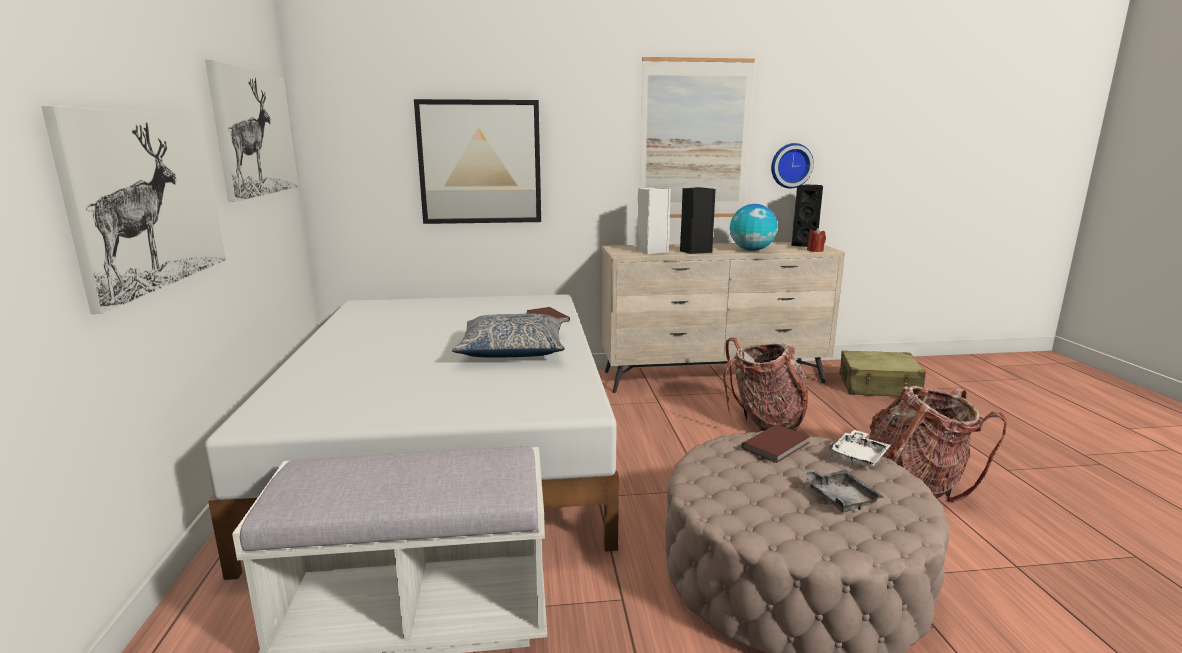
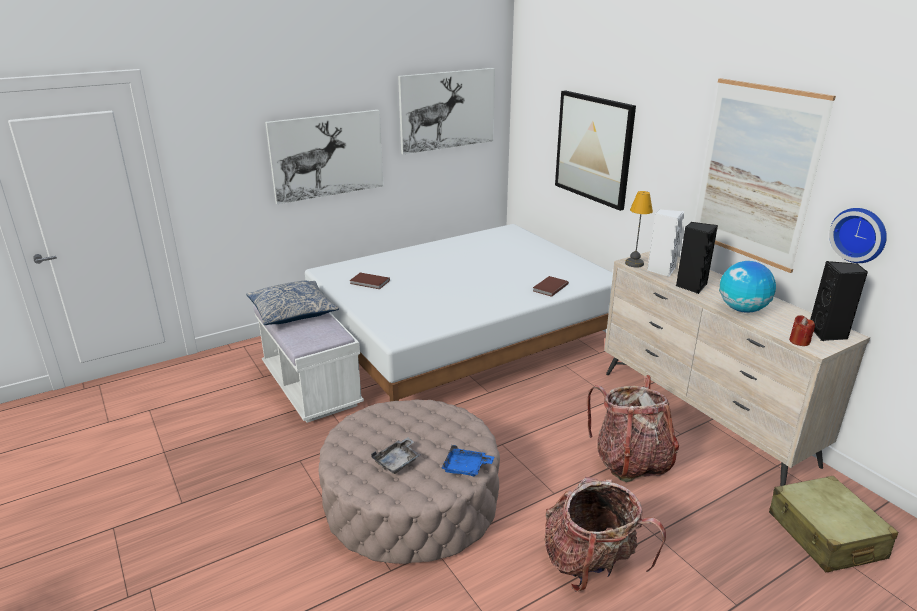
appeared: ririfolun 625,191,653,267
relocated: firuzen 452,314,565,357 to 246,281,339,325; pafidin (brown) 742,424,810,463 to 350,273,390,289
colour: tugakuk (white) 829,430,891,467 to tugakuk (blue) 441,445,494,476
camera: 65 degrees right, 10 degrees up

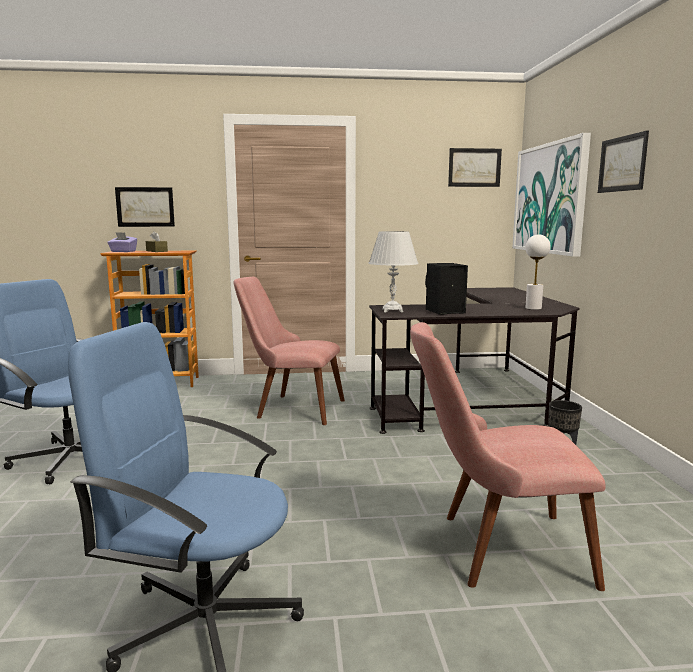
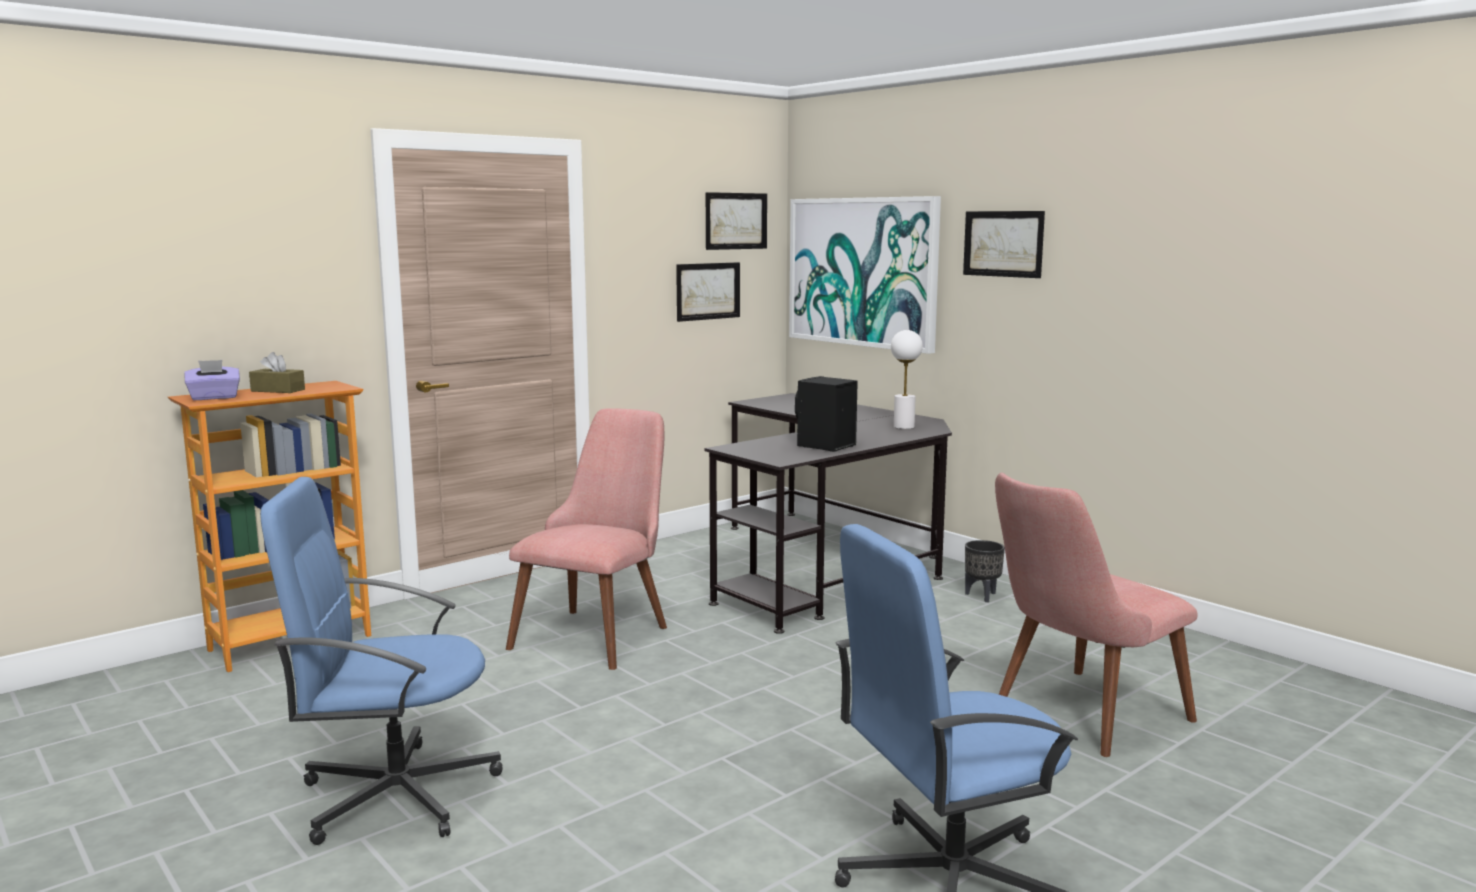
missing: ririfolun (white) 369,231,419,313
relocated: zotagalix 115,187,175,227 to 676,262,740,322
spun: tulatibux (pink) 233,277,345,425 = 506,408,667,670 135 degrees clockwise
camera: 35 degrees left, 0 degrees up

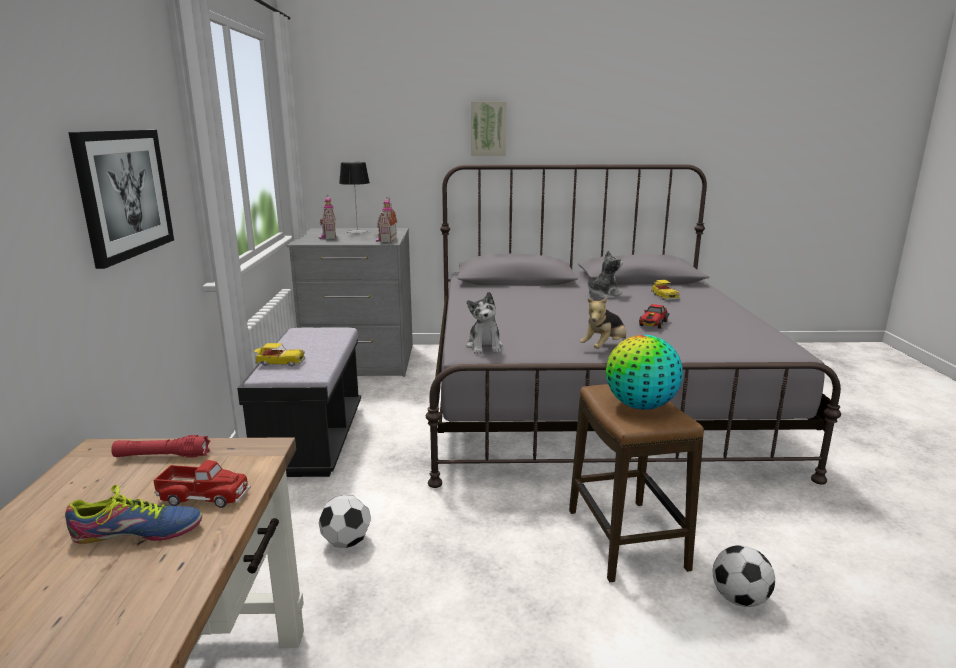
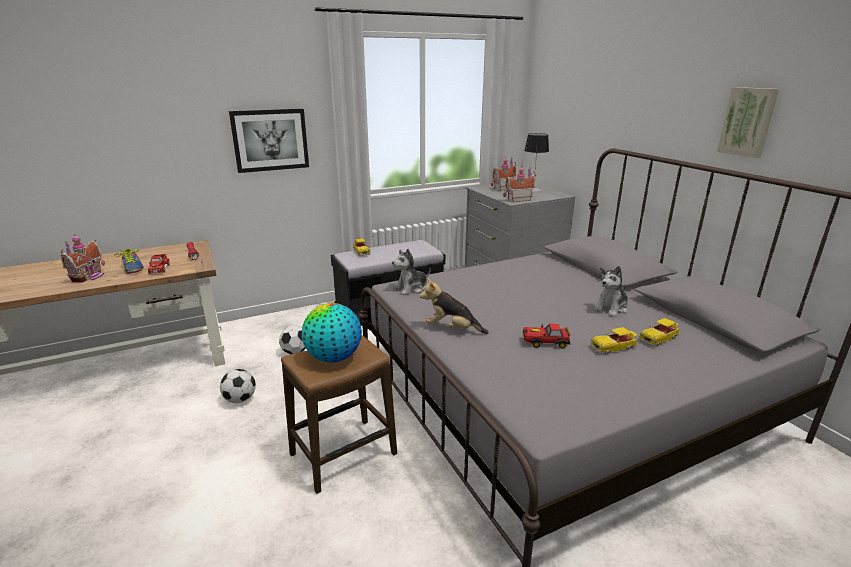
appeared: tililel 61,234,105,283; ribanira 590,327,637,354
relocated: zotagalix 471,101,507,156 to 717,87,779,158; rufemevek 712,545,775,607 to 220,369,256,403
spun: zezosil 588,250,623,299 = 594,266,628,317 105 degrees clockwise
camera: 65 degrees right, 5 degrees up

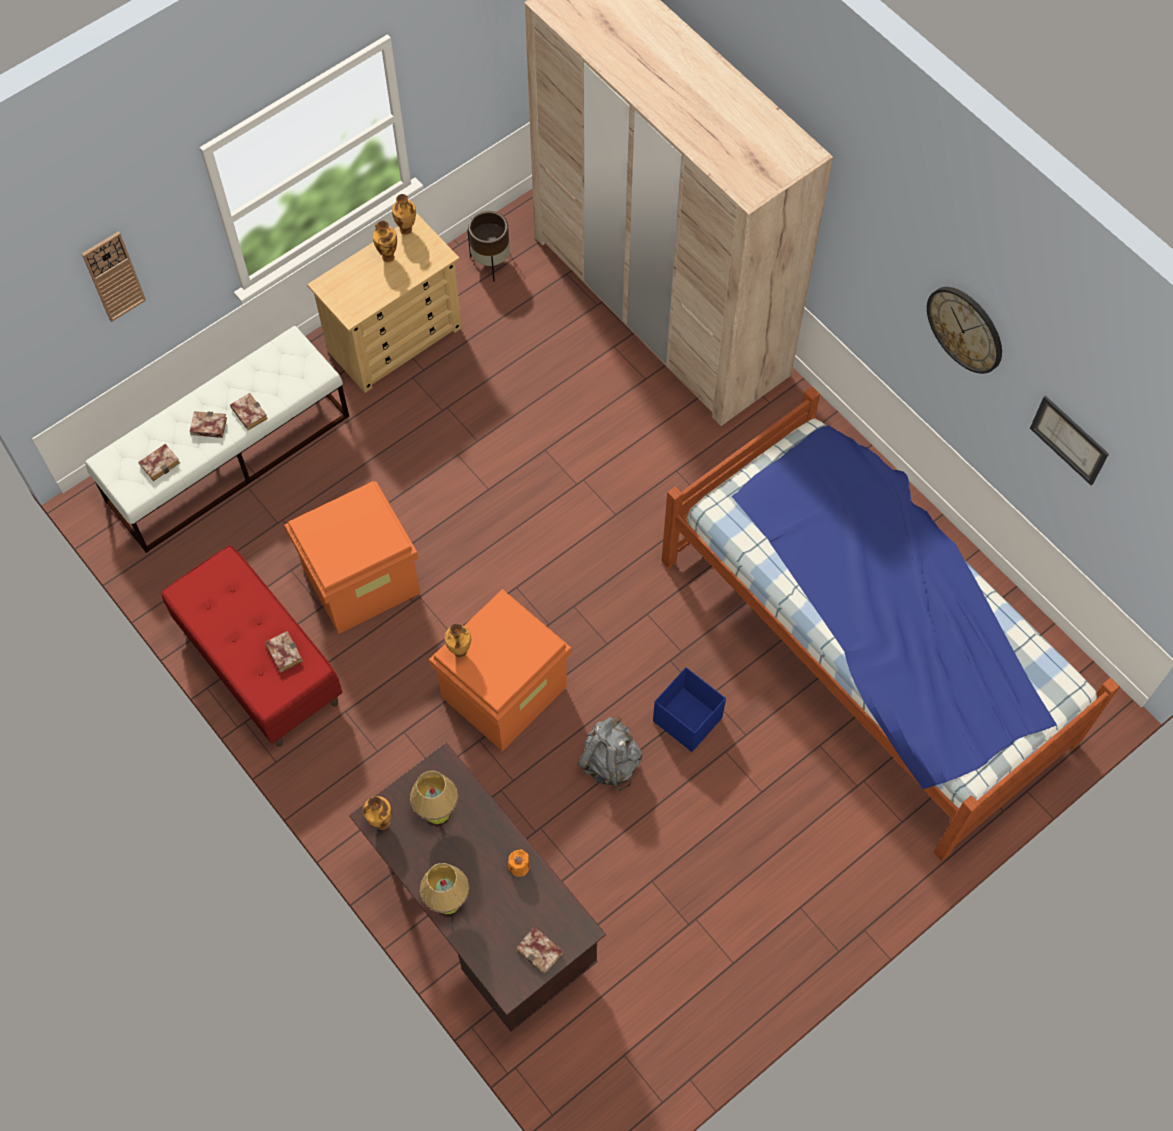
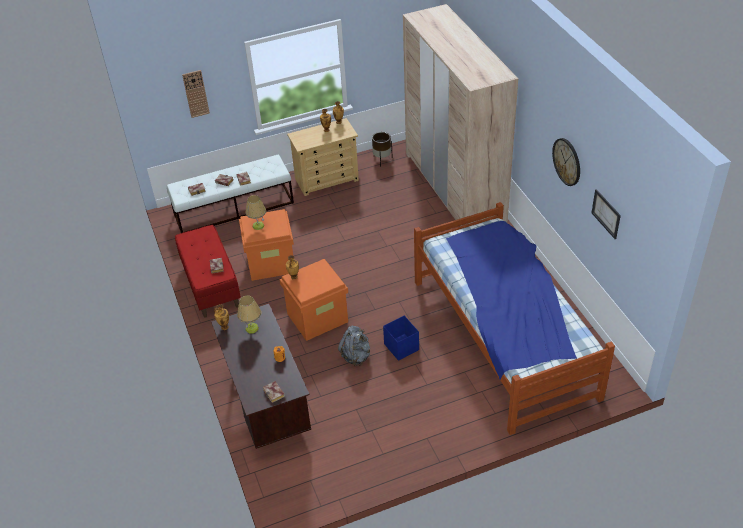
relocated: ririfolun 420,863,469,914 to 245,195,266,230
camera: 20 degrees right, 20 degrees down

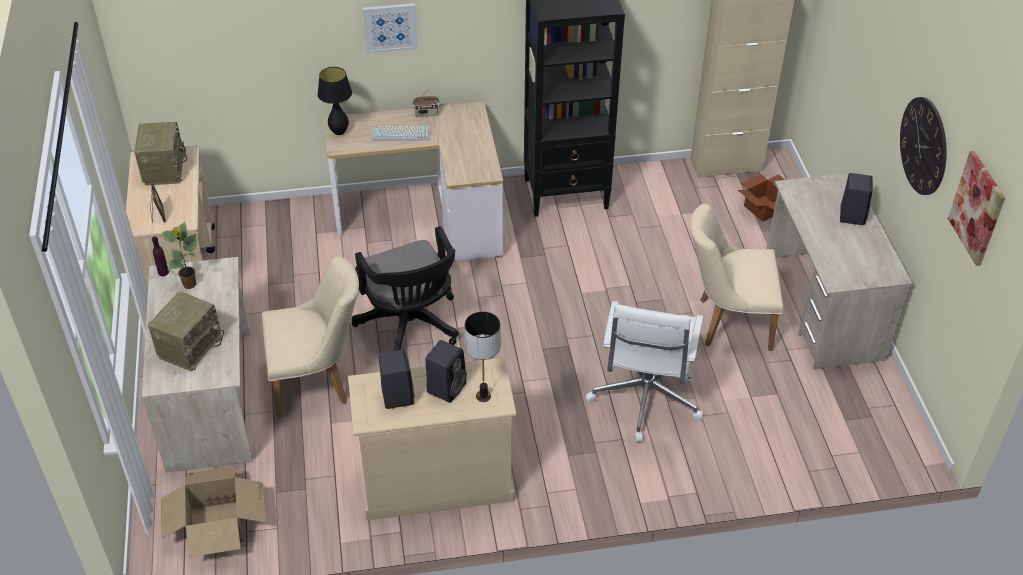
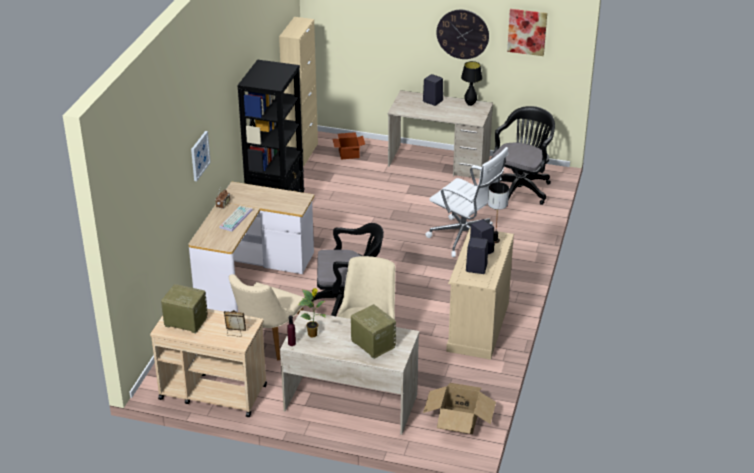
appeared: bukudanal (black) 491,106,555,205
relocated: ririfolun (black) 318,67,352,135 to 461,61,482,106; tulatibux (beige) 690,203,783,351 to 229,274,304,361
camera: 65 degrees left, 10 degrees down

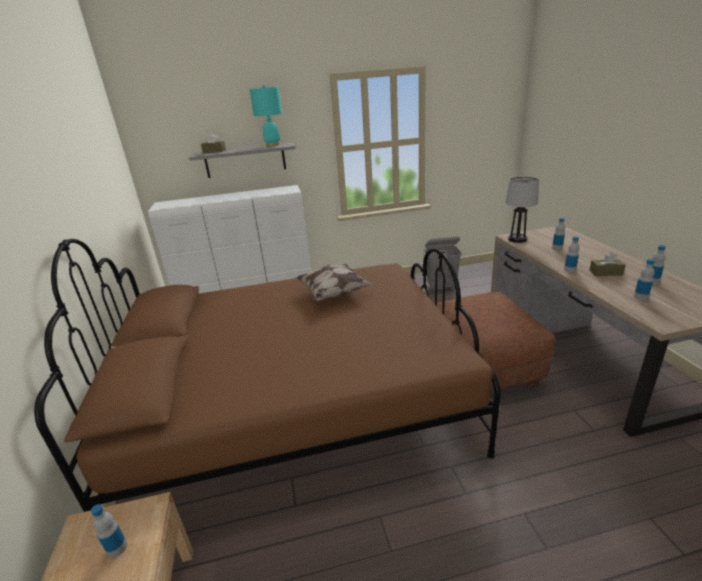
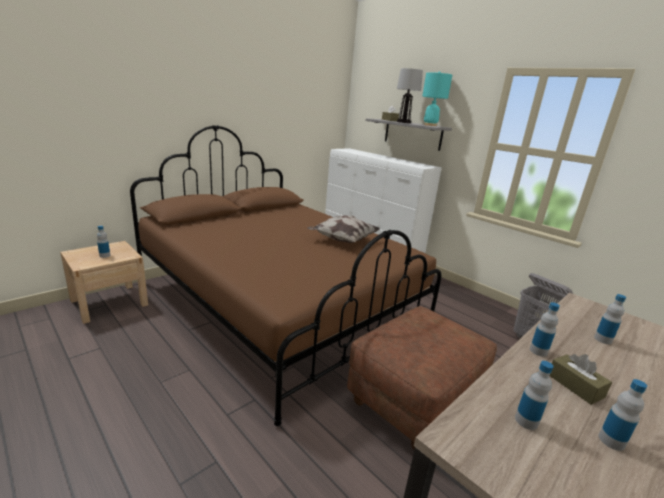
relocated: ririfolun 505,177,539,243 to 397,68,423,123
camera: 55 degrees right, 5 degrees down

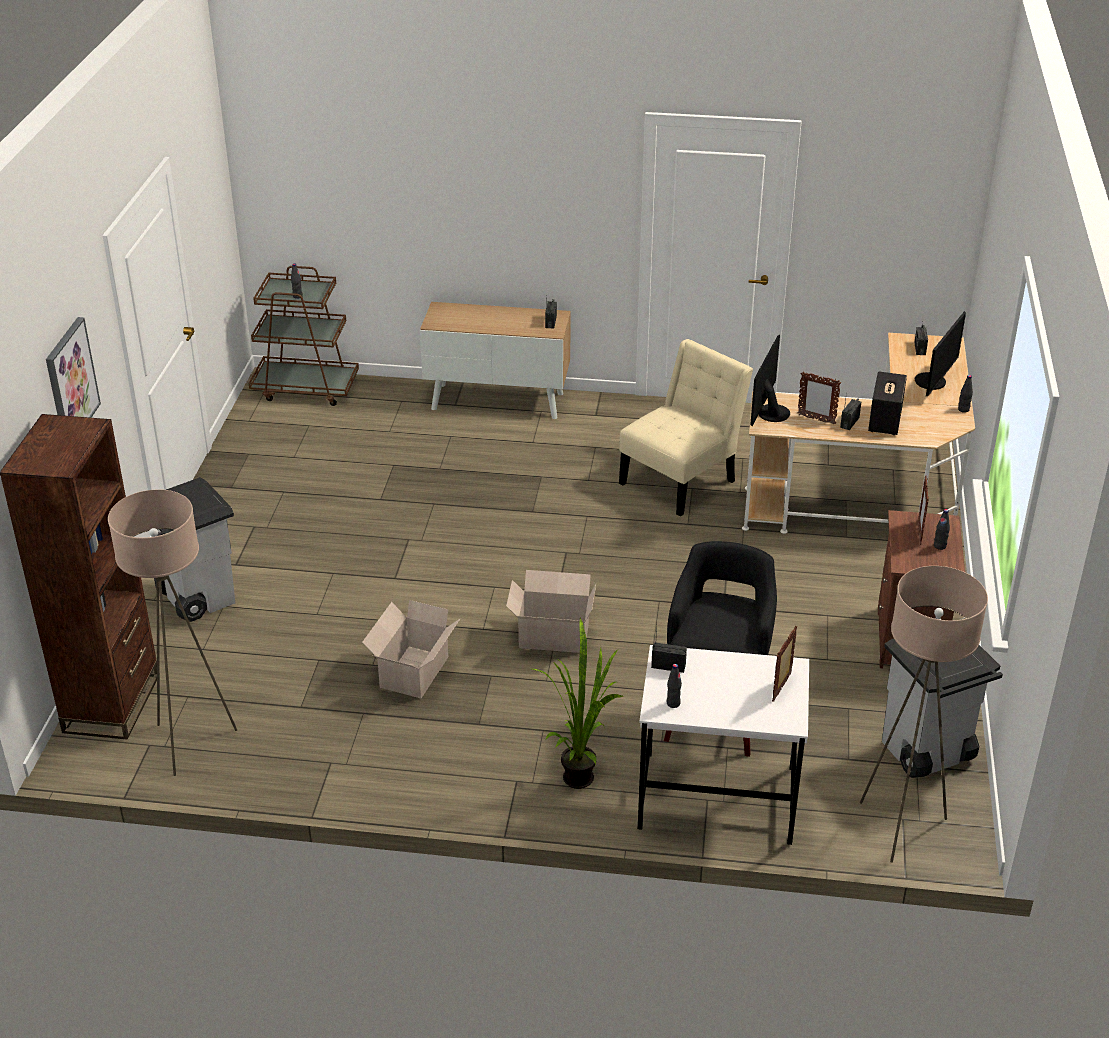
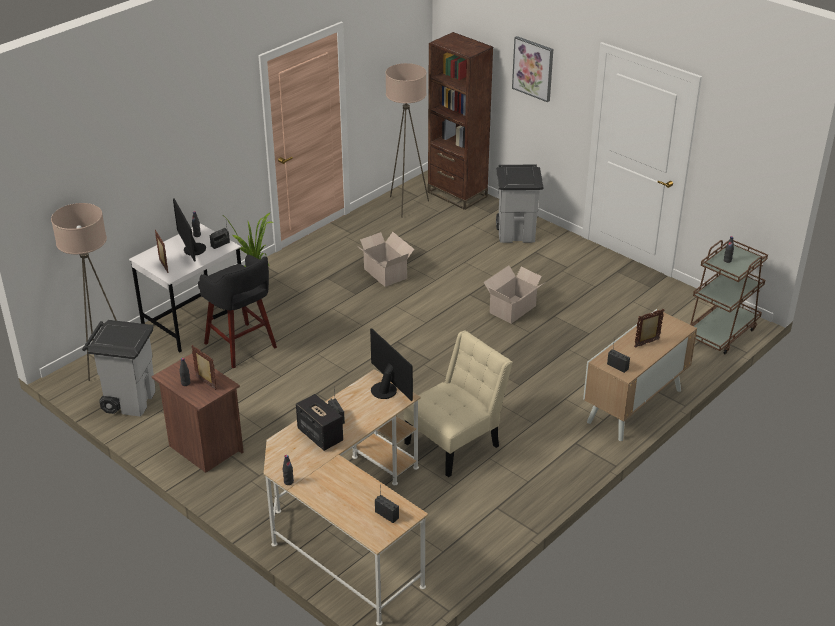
relocated: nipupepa 915,311,966,396 to 173,199,206,262; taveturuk 798,372,841,425 to 634,309,664,347; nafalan 506,570,596,653 to 484,265,544,324
spun: tulatibux (beige) 619,339,753,516 = 404,331,513,477 120 degrees counterclockwise
camera: 125 degrees right, 0 degrees up

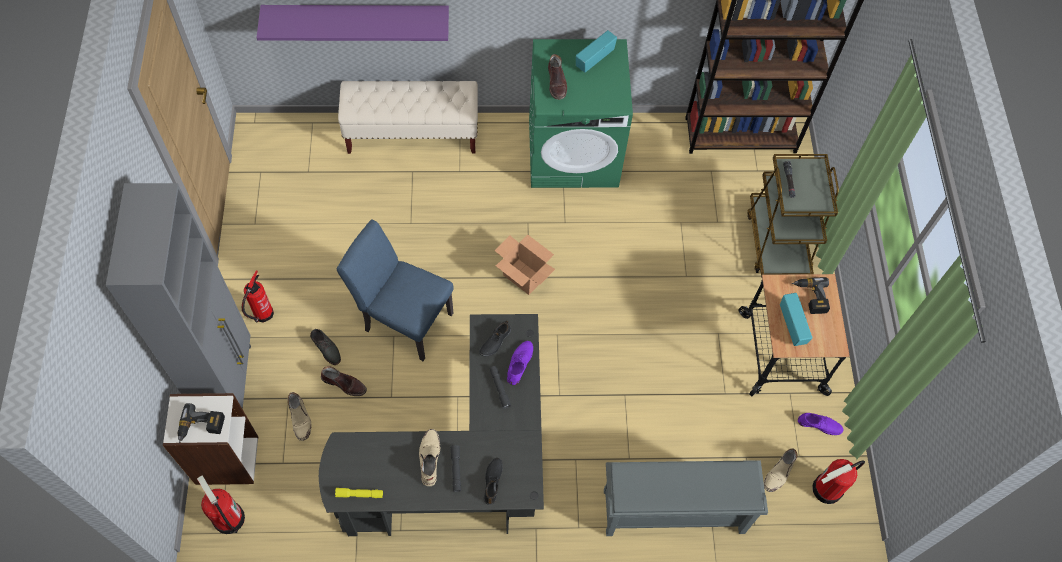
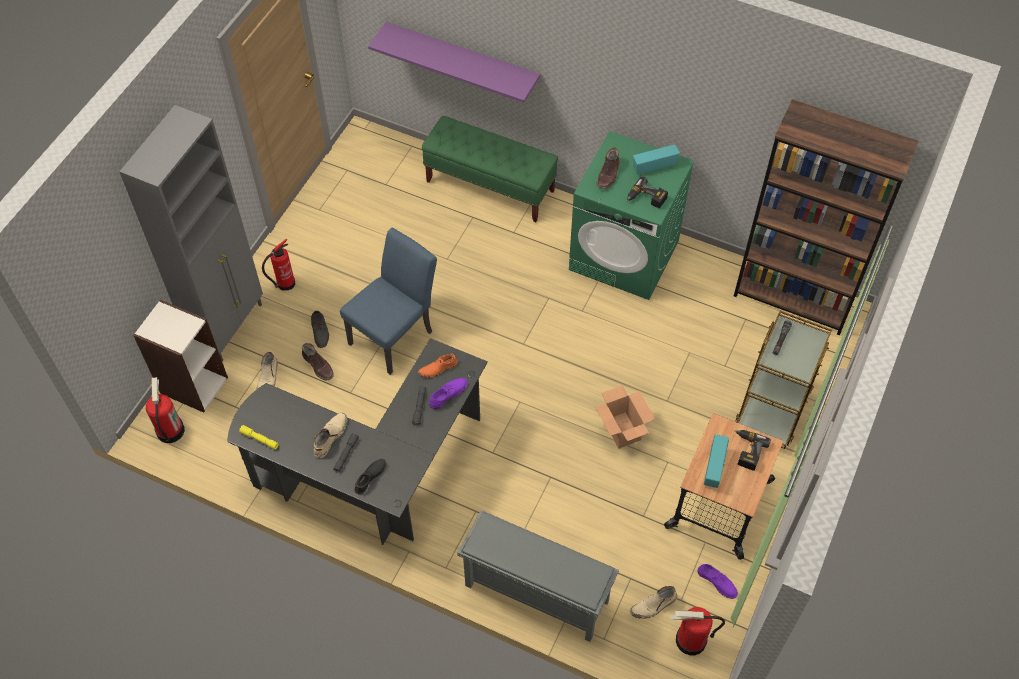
relocated: nafalan 494,234,555,295 to 595,385,655,449; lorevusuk 178,403,225,443 to 627,177,668,208
colour: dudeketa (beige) 338,81,478,154 to dudeketa (green) 422,116,558,222; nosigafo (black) 479,320,511,356 to nosigafo (orange) 418,353,458,377
spun: tulatibux (blue) 337,219,454,361 = 340,228,437,375 75 degrees clockwise
camera: 30 degrees right, 5 degrees down

